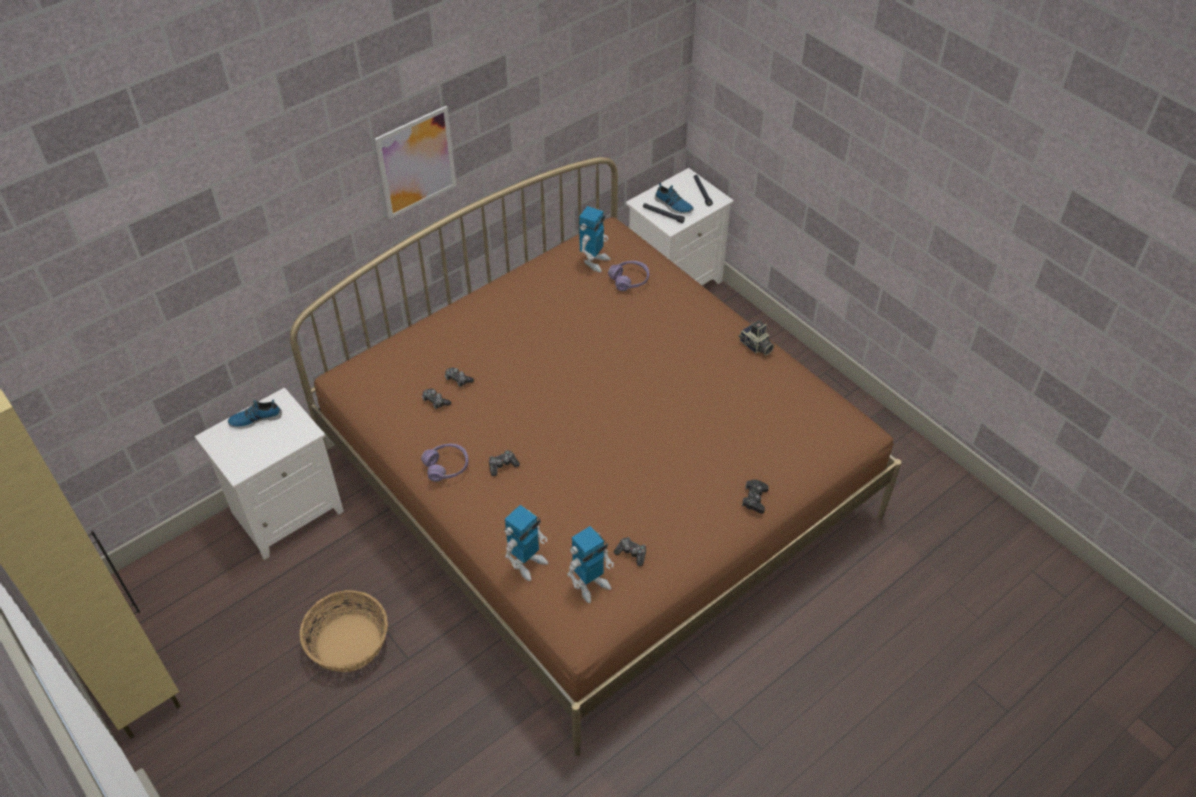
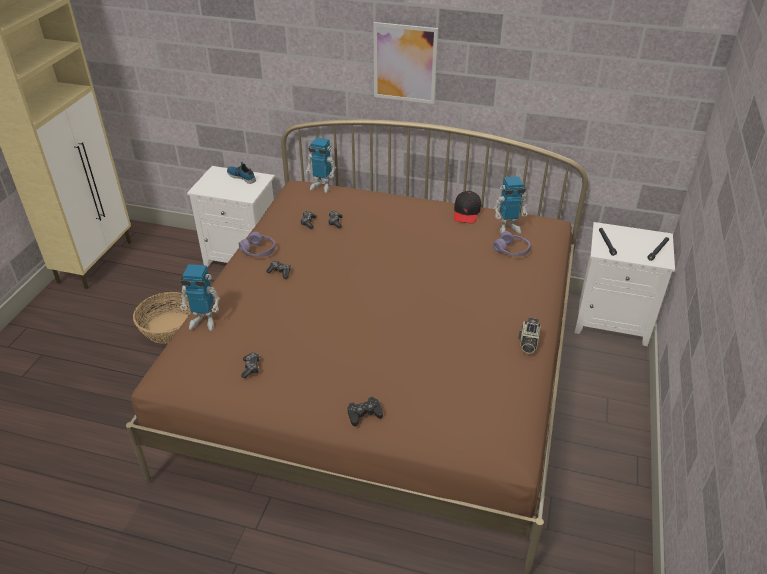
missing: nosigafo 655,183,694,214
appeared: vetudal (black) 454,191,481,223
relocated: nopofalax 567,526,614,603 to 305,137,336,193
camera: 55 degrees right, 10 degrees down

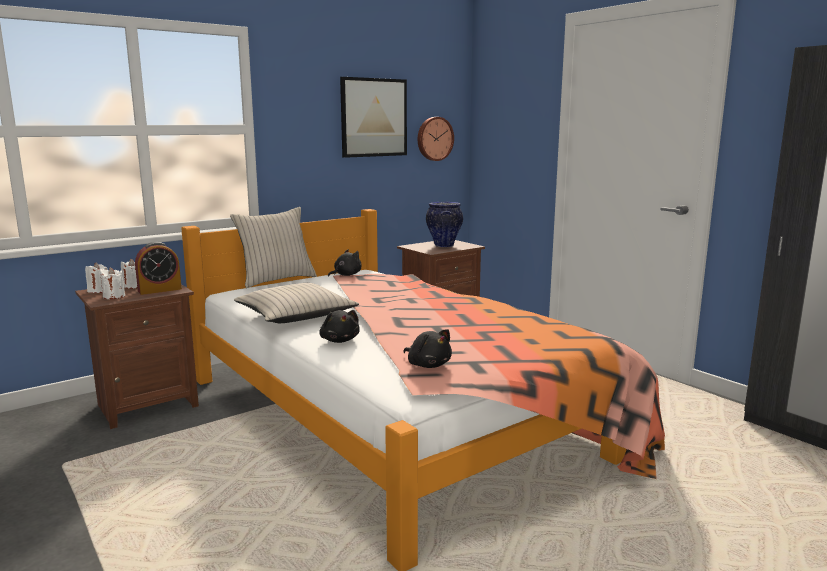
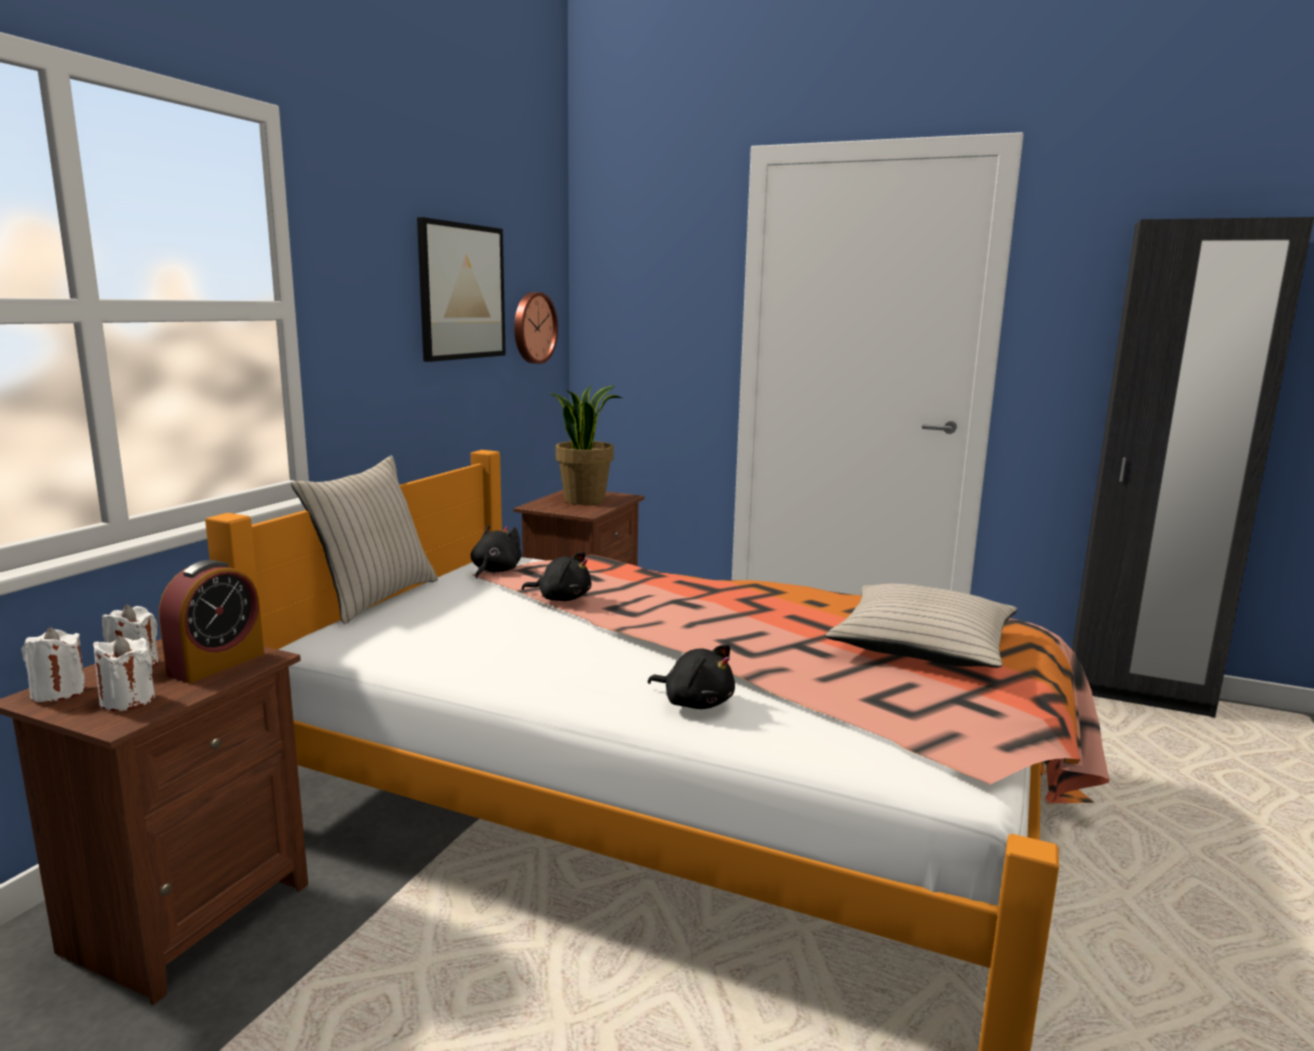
relocated: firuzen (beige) 234,283,359,323 to 826,584,1017,668; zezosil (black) 403,329,452,368 to 522,552,591,601
exchanged: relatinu 426,202,463,247 to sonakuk 549,384,622,505
camera: 30 degrees left, 0 degrees up

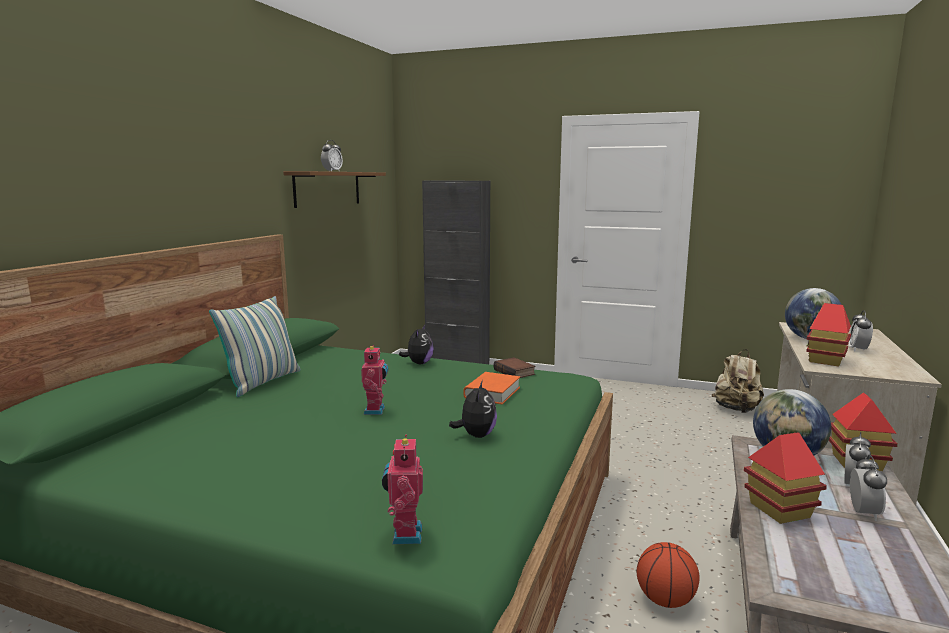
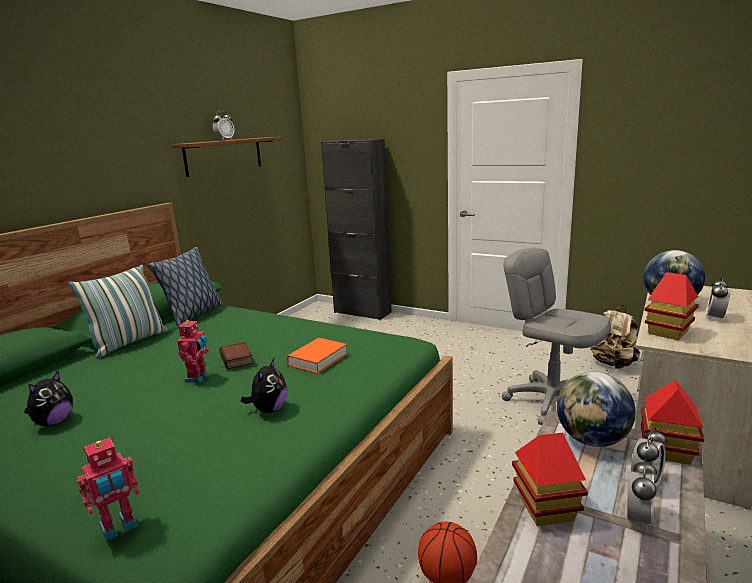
appeared: firuzen 147,247,223,328; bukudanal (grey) 502,247,611,425
relocated: zezosil 399,325,434,364 to 24,370,73,426; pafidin 493,357,535,378 to 219,342,254,369
spun: nopofalax 382,435,423,544 = 77,438,139,541 135 degrees counterclockwise
camera: 10 degrees right, 5 degrees up

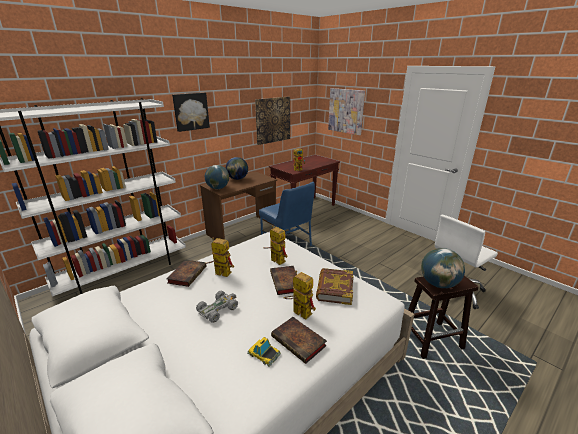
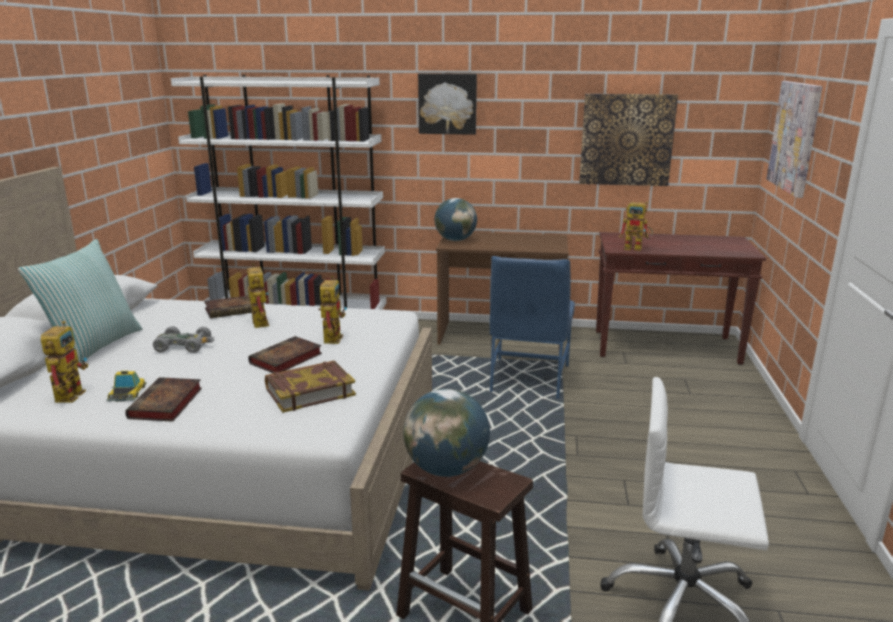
missing: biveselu 226,157,248,180
appeared: firuzen 18,239,142,363
relocated: nopofalax 283,271,316,320 to 41,321,88,403
camera: 50 degrees right, 5 degrees down

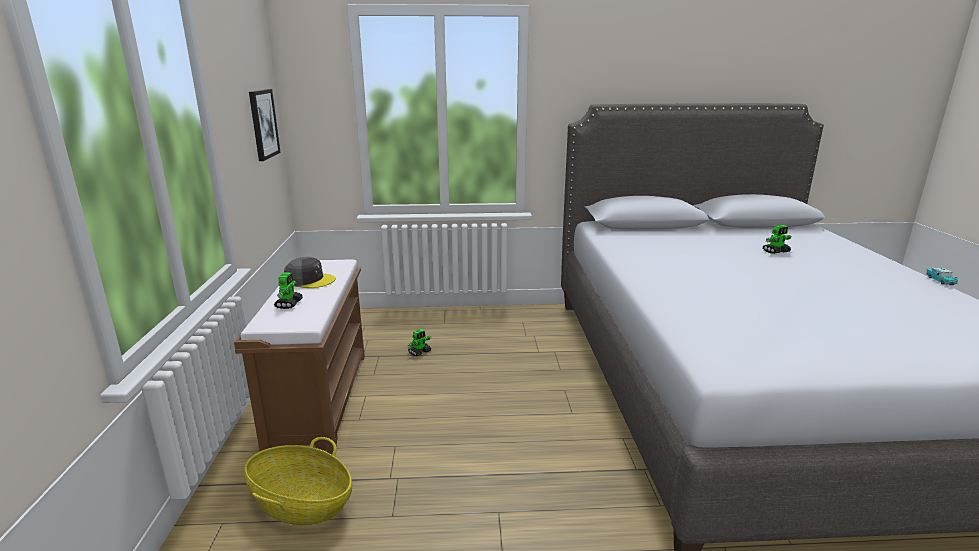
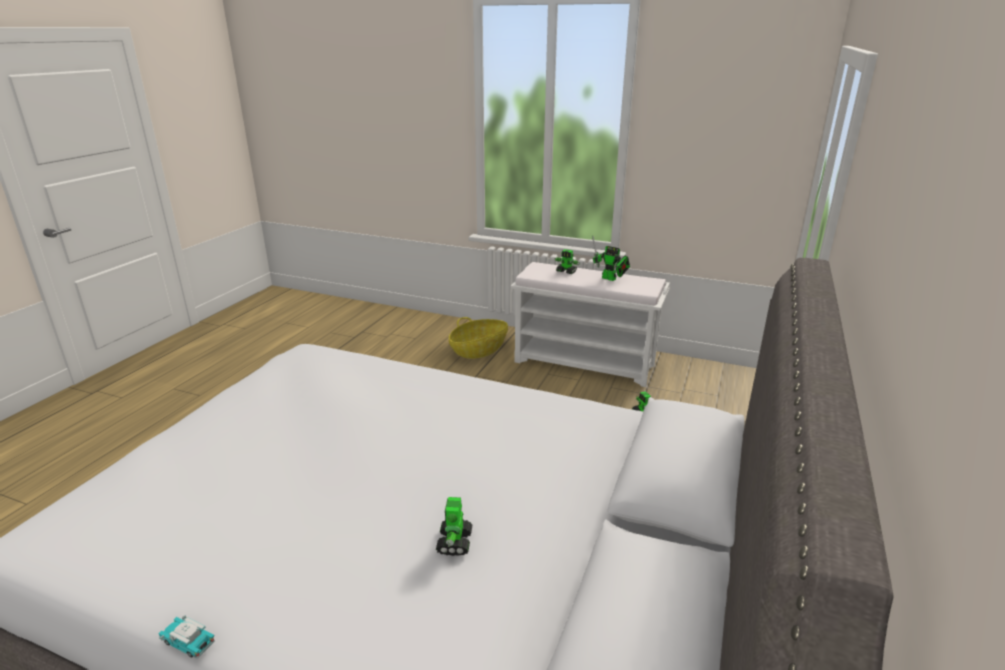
missing: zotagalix 249,89,281,161
exchanged: vetudal (grey) 284,257,336,288 to nopofalax 592,236,630,281
colour: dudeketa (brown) 234,259,365,455 to dudeketa (white) 511,262,670,387
camera: 115 degrees right, 5 degrees up

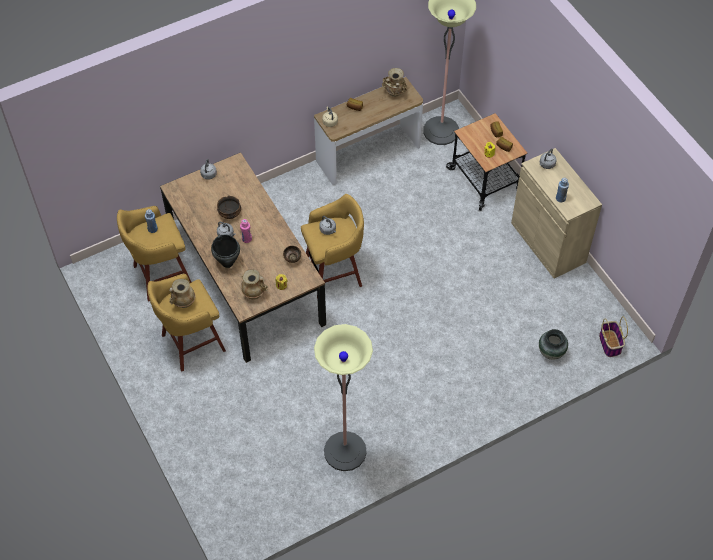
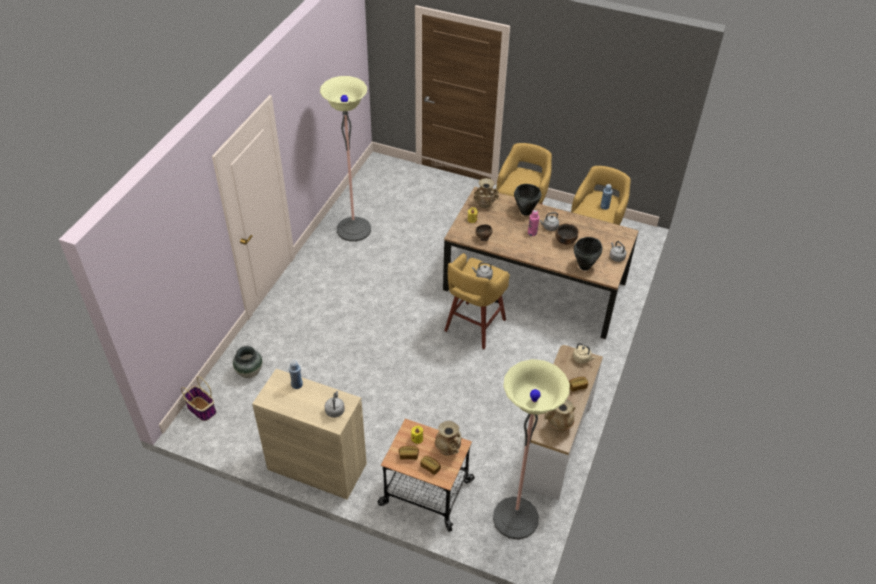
appeared: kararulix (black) 574,237,602,271
relocated: relatinu (beige) 169,279,195,308 to 435,421,462,455
camera: 140 degrees right, 10 degrees down

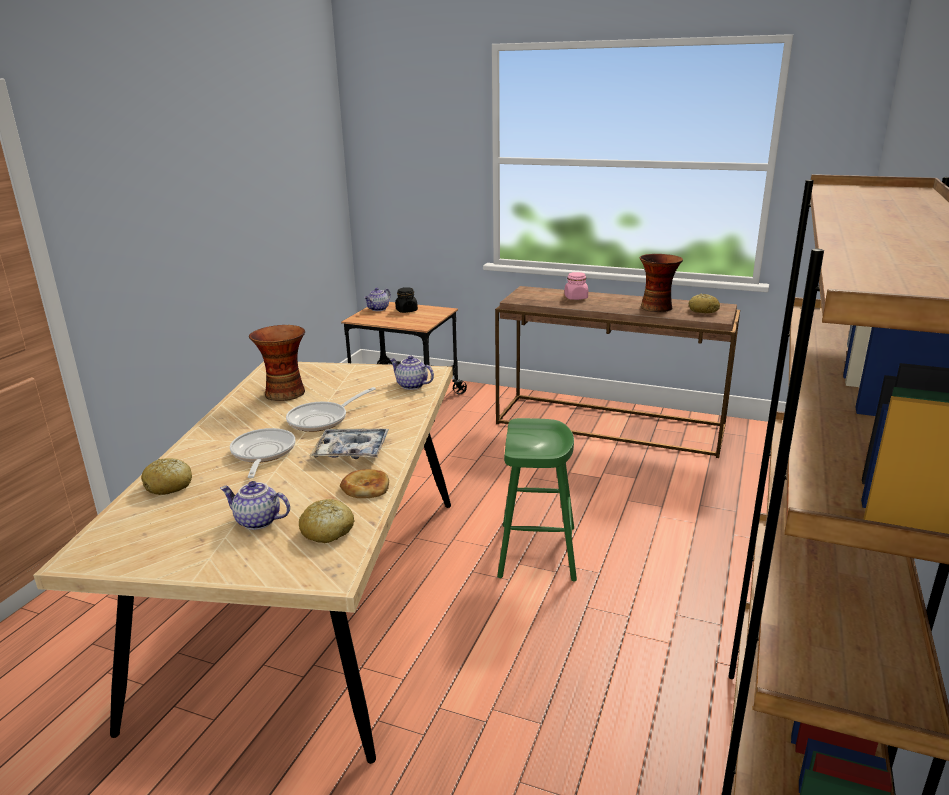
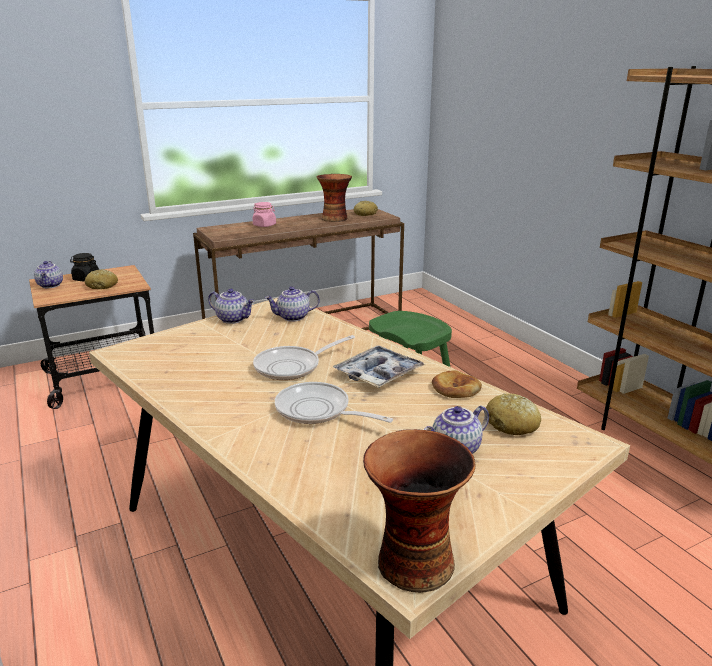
appeared: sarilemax 208,289,255,324
relocated: relatinu 249,325,305,401 to 363,429,475,593; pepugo 141,458,192,495 to 85,269,118,289
spun: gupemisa 286,387,376,432 = 253,335,355,380 60 degrees clockwise
camera: 50 degrees left, 0 degrees up

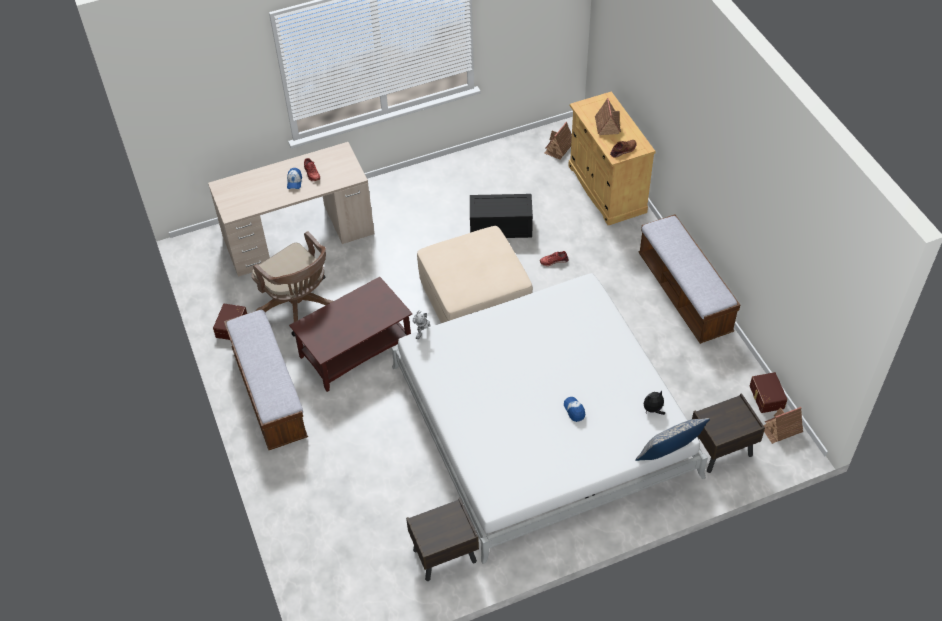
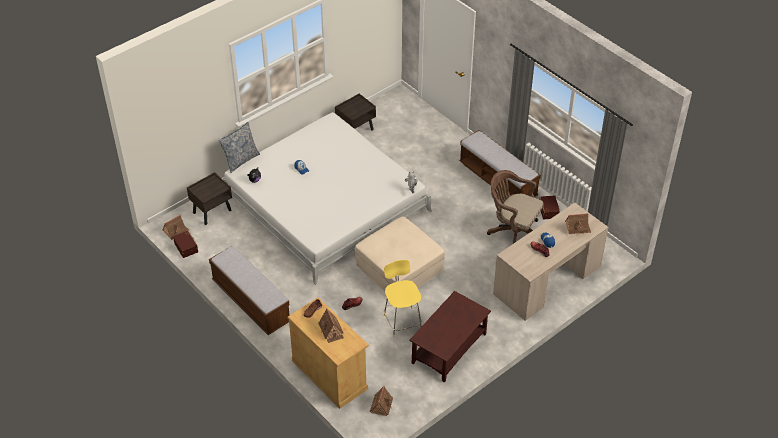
appeared: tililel 565,213,591,235
relocated: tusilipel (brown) 289,277,412,392 to 409,291,491,383
exchanged: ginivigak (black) 470,194,533,238 to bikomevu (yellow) 384,260,422,338
camera: 160 degrees right, 5 degrees down

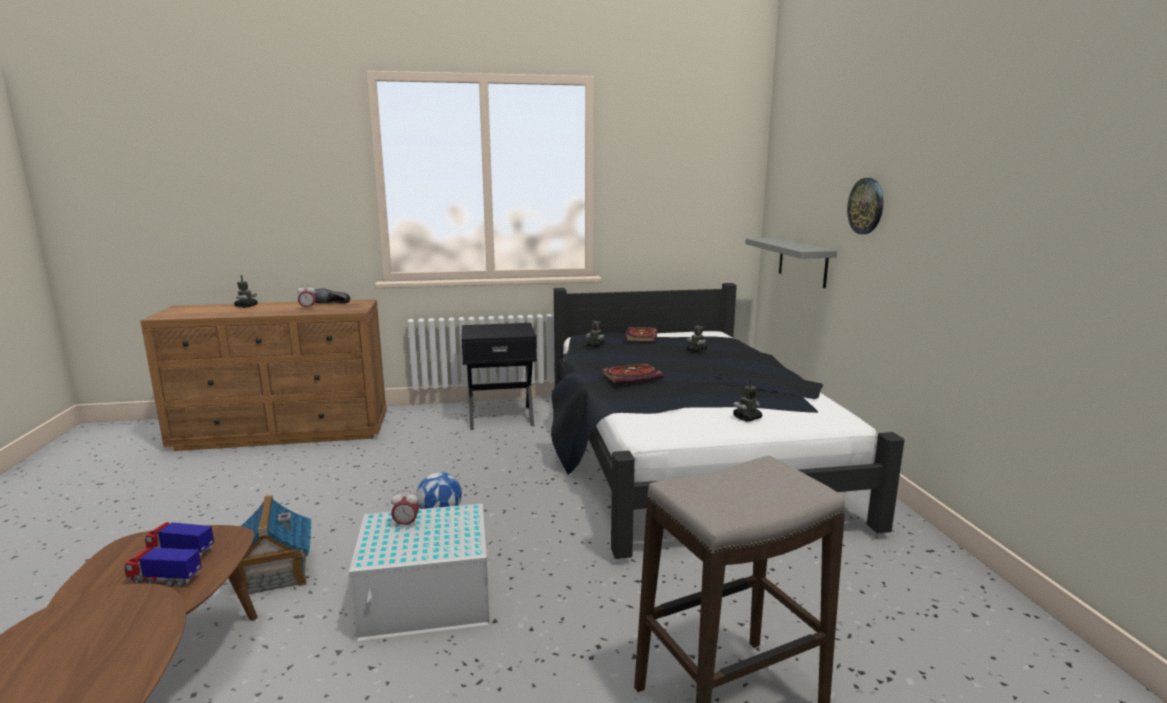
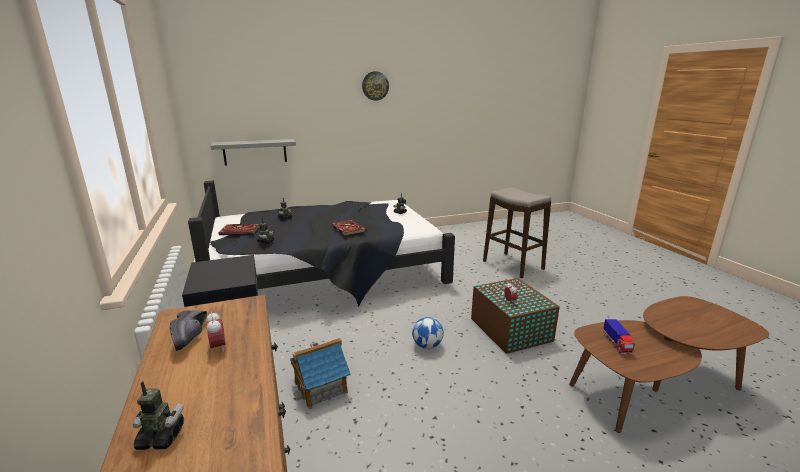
missing: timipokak 125,548,202,587
relocated: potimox 847,178,883,234 to 362,71,389,101; tililel 237,495,311,599 to 290,338,351,408
colour: ginivigak (white) 349,504,490,641 to ginivigak (brown) 471,278,560,354
camera: 100 degrees left, 5 degrees up

